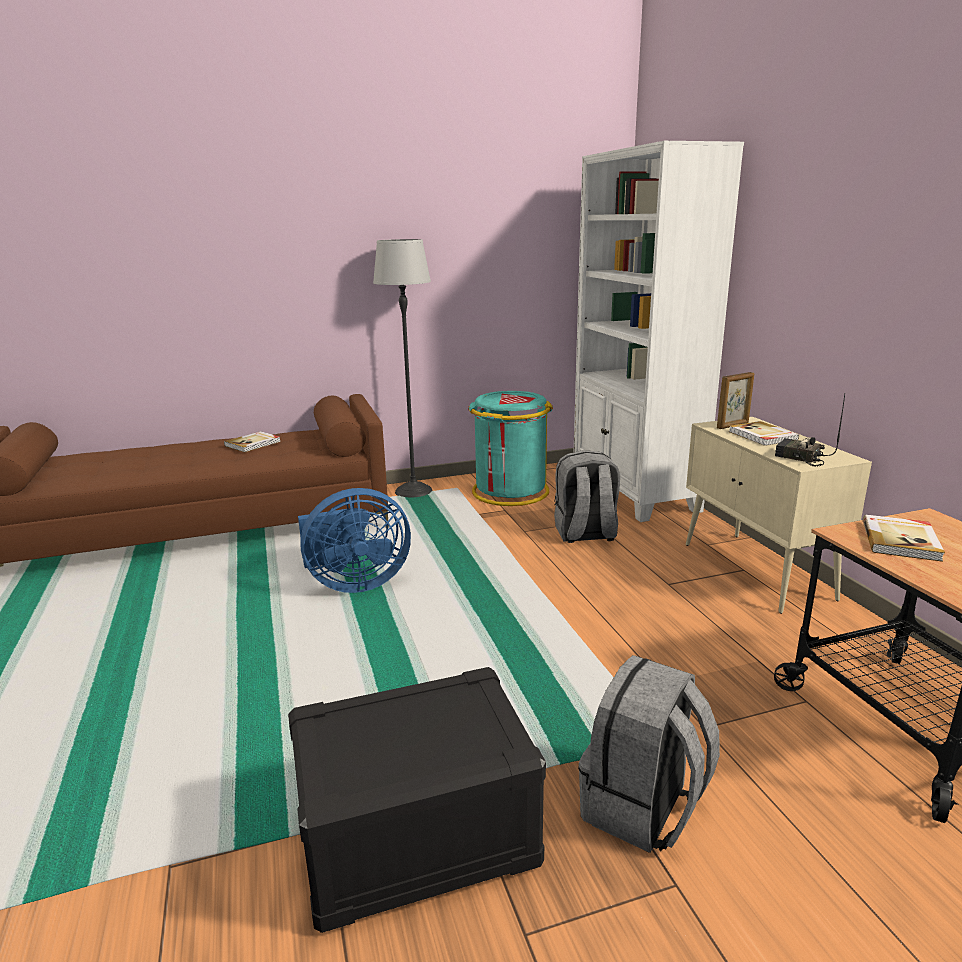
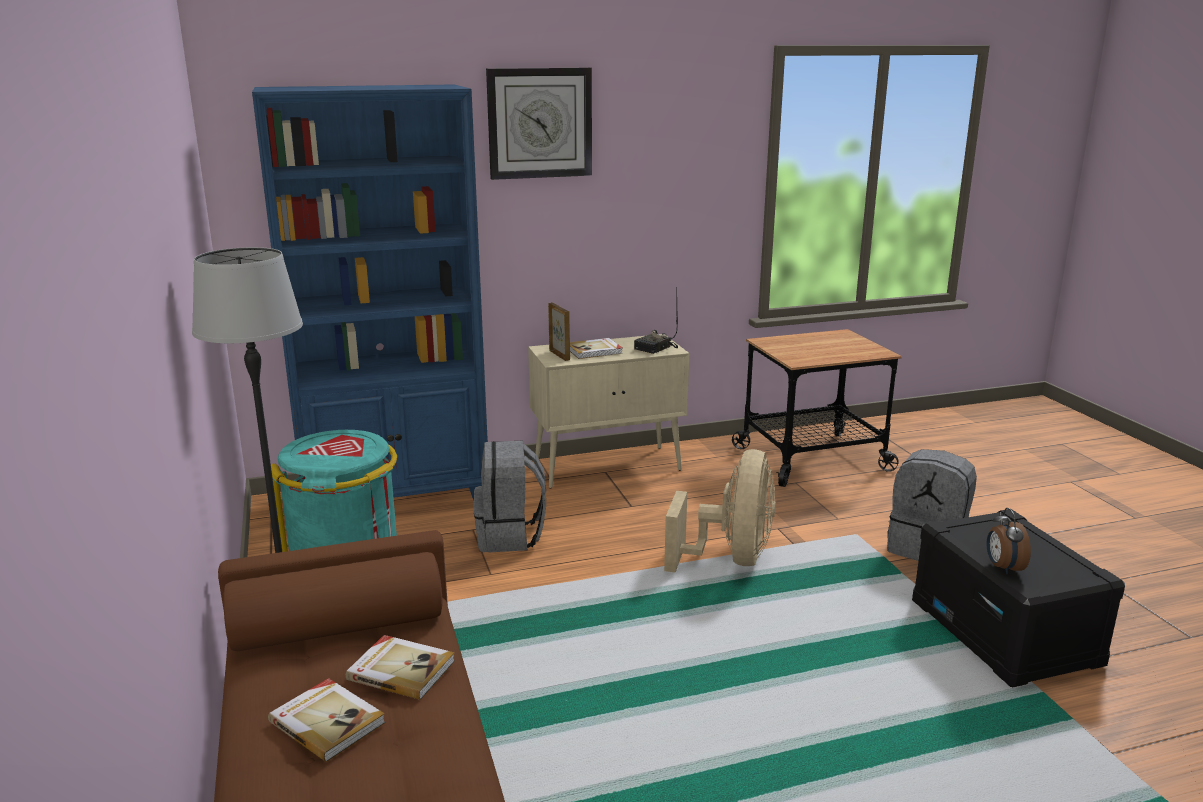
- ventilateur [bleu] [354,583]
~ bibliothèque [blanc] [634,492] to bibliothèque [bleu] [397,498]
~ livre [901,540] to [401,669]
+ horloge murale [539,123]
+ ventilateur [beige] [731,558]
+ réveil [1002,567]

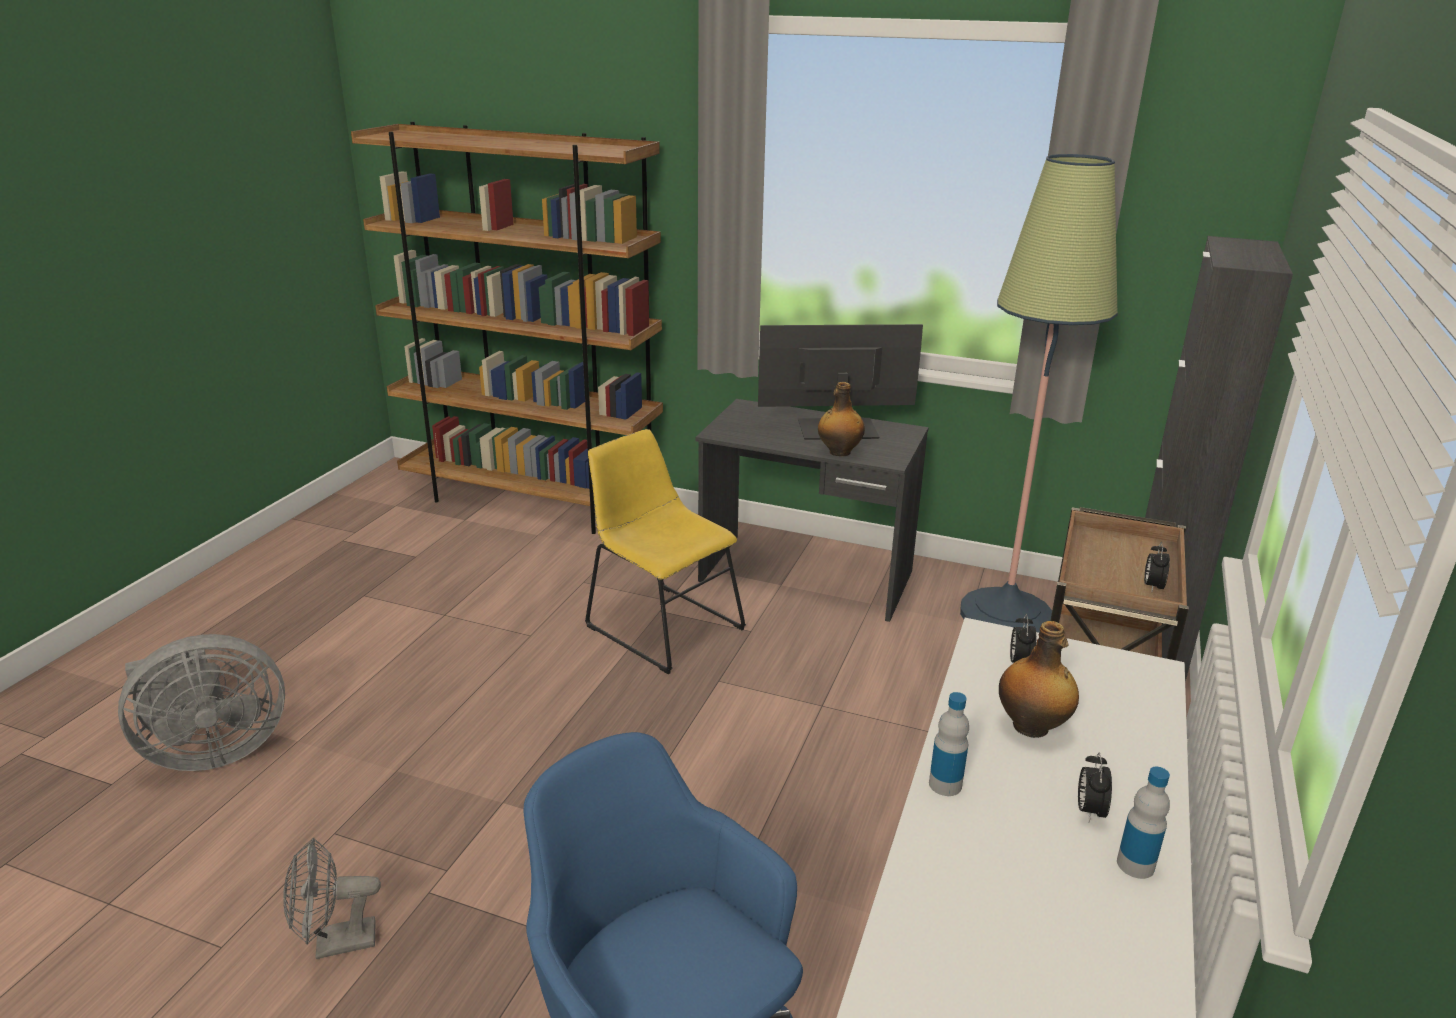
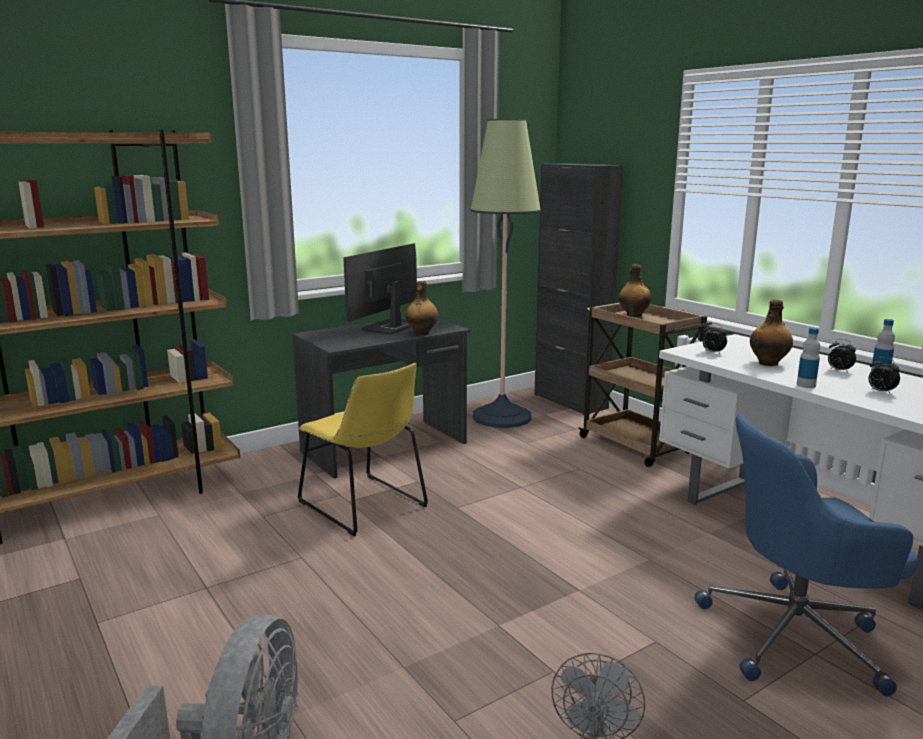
~ chaise [jaune] [660,624] = [365,506] 120 degrees counterclockwise
~ réveil [1152,586] to [880,392]
+ bouteille [633,315]

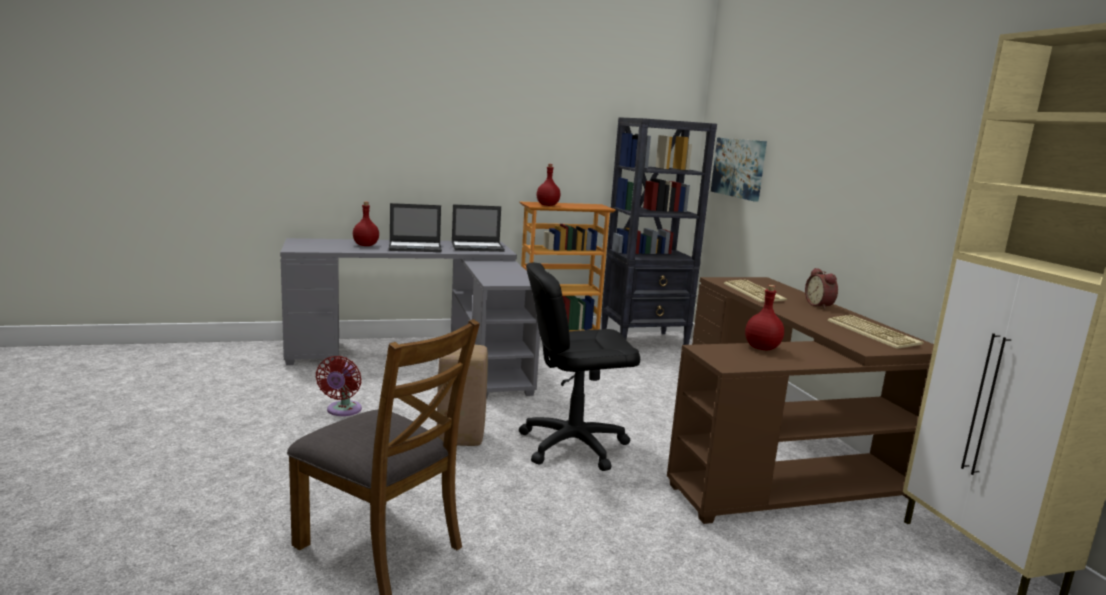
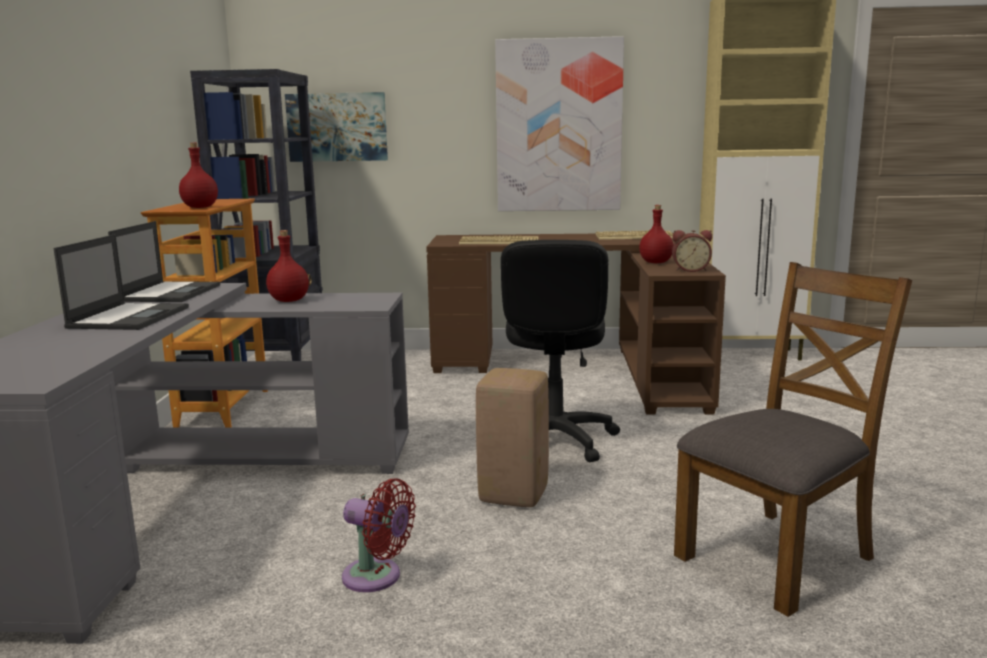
~ bouteille [rouge] [366,245] to [289,300]
~ réveil [820,305] to [690,270]
+ tableau [558,126]

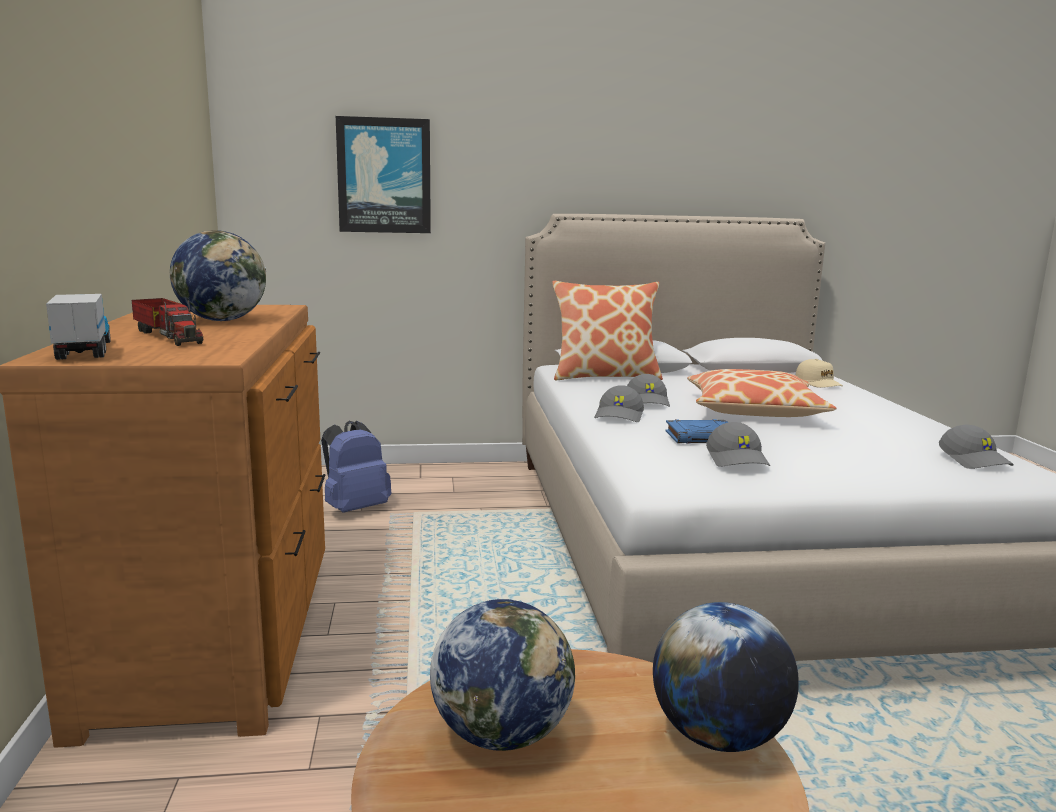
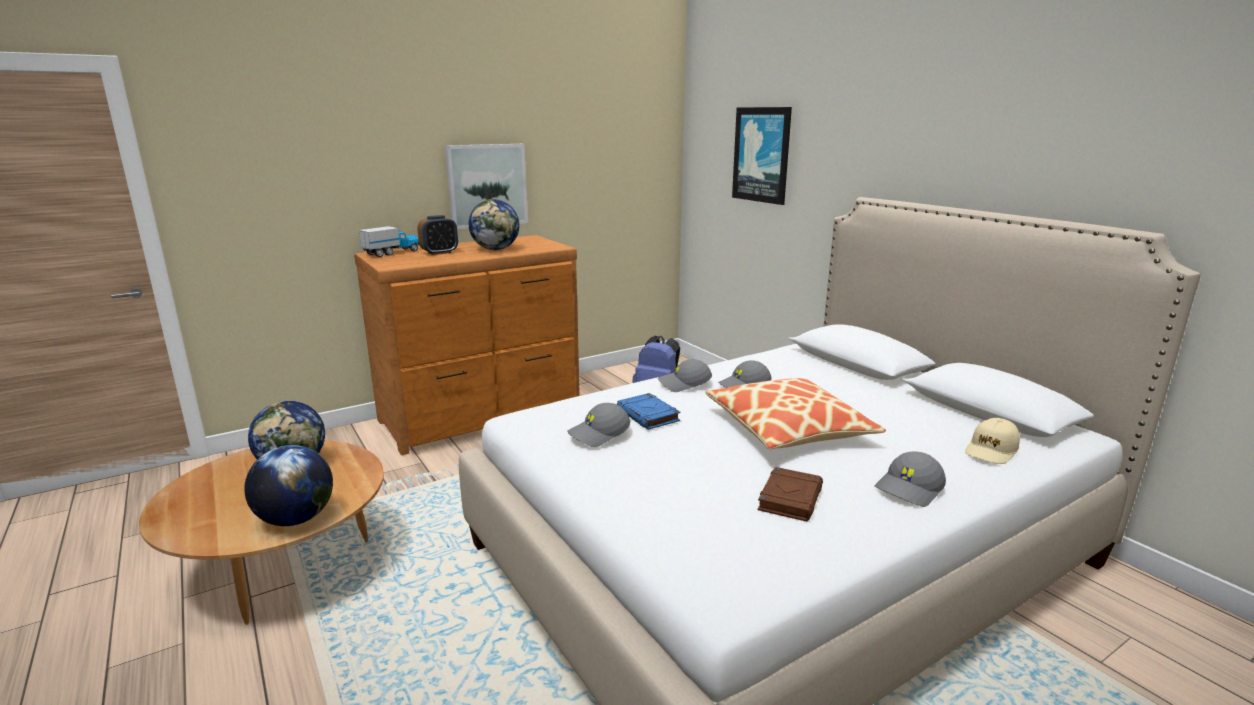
~ camion jouet [168,336] to réveil [439,253]
- coussin [605,376]
~ casquette [gris] [975,460] to [910,489]
+ tableau [487,185]
+ livre [marron] [790,498]

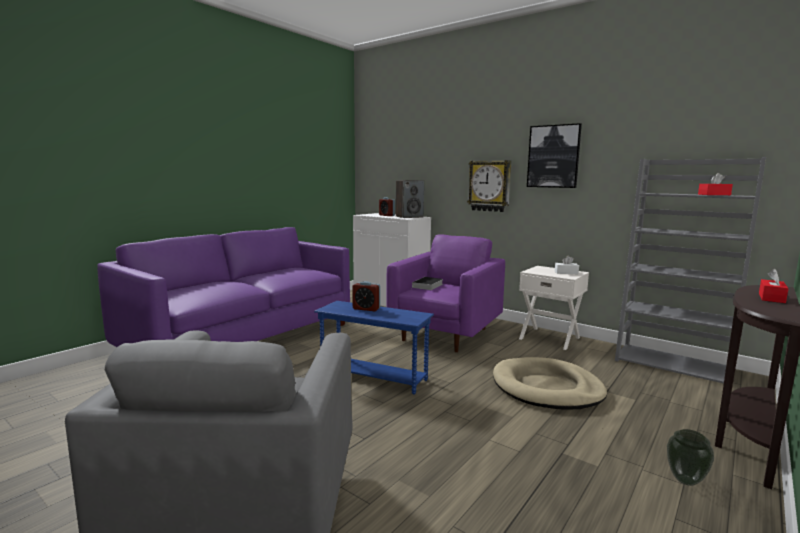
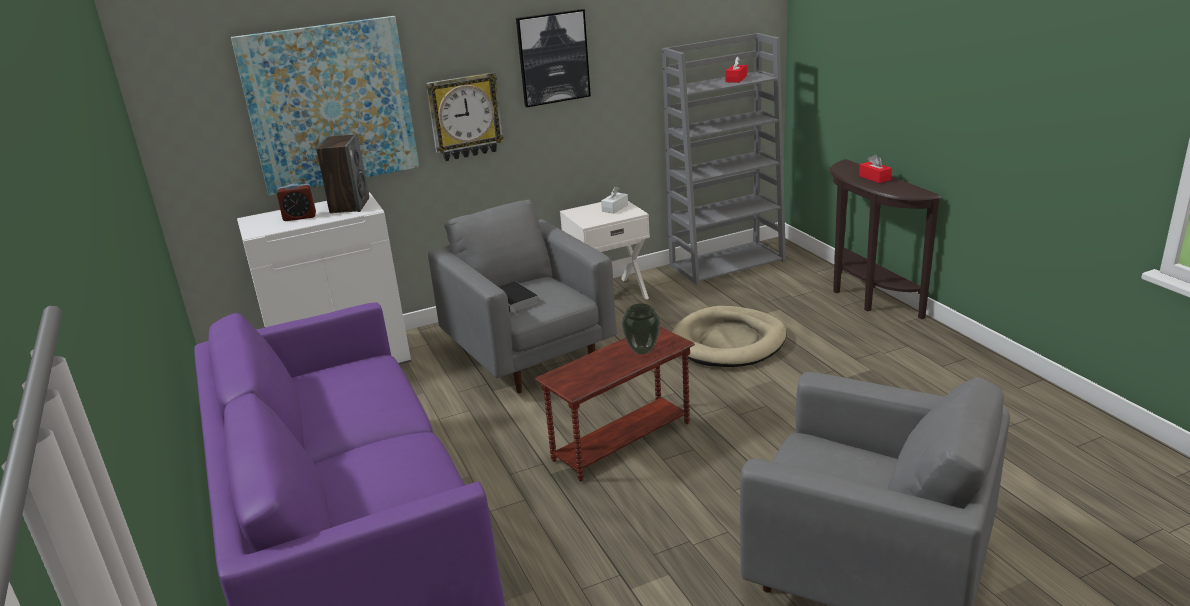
~ table d'appoint [bleu] [373,377] to table d'appoint [marron] [621,441]
- réveil [366,309]
~ fauteuil [violet] [446,334] to fauteuil [gris] [530,355]
~ vase [686,480] to [642,350]
+ tableau [330,105]

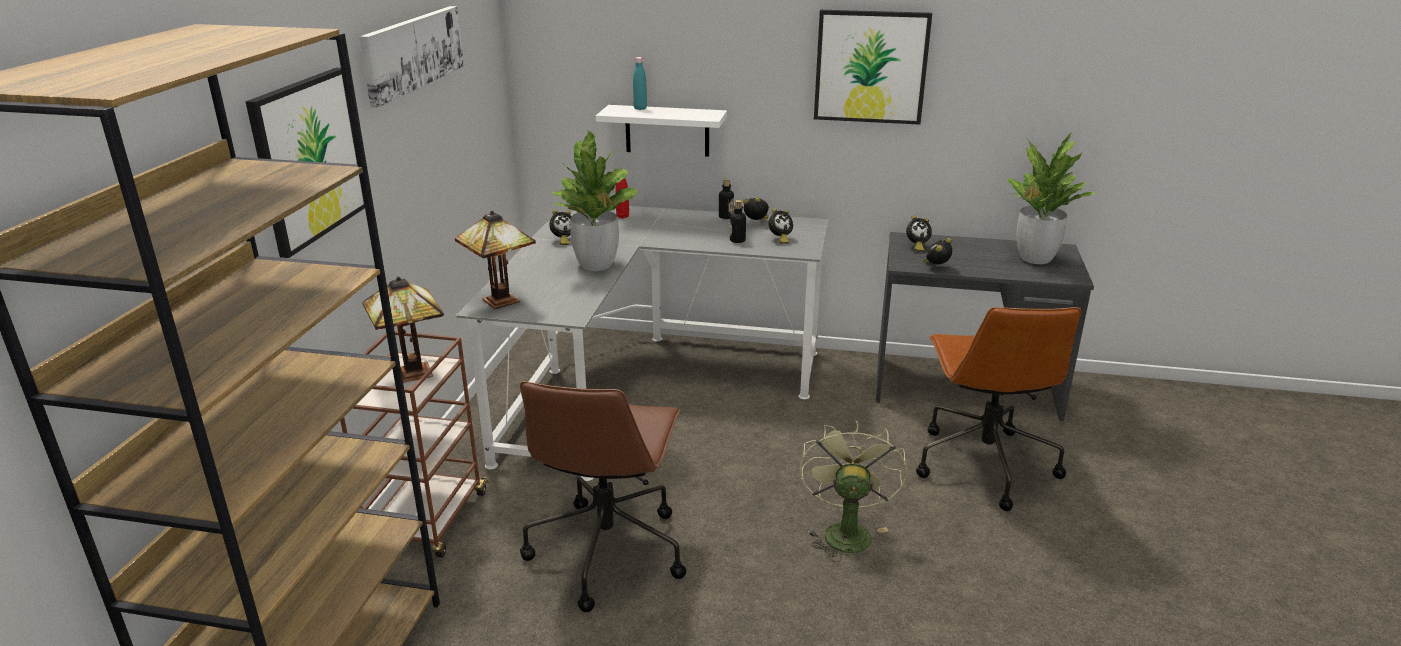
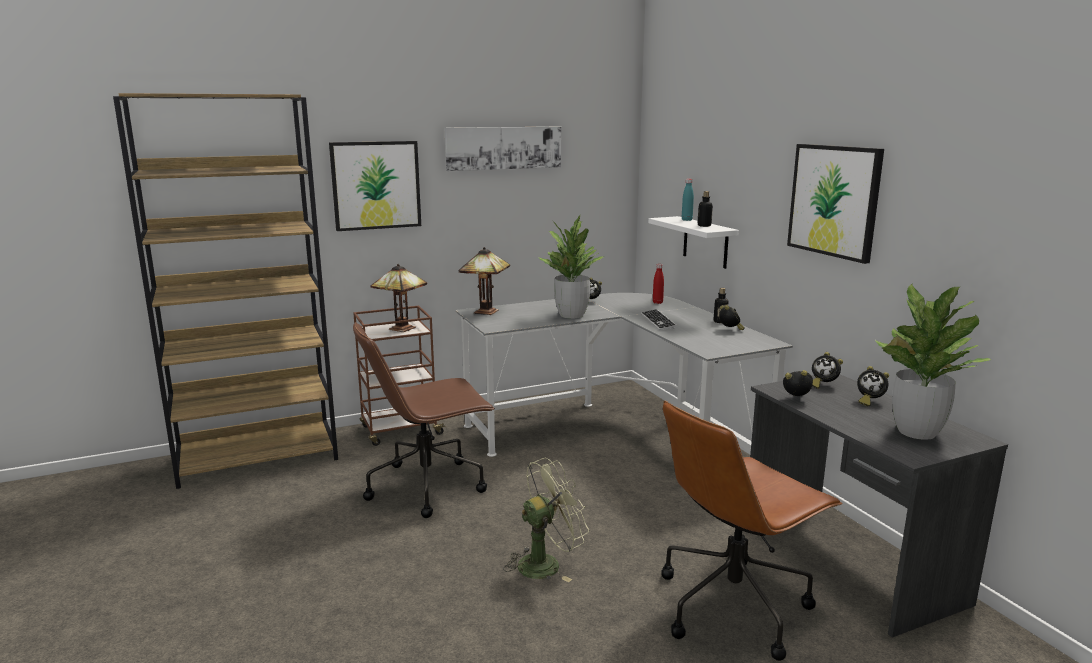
~ bouteille [737,240] to [704,225]
~ réveil [779,239] to [869,401]
+ clavier [658,321]

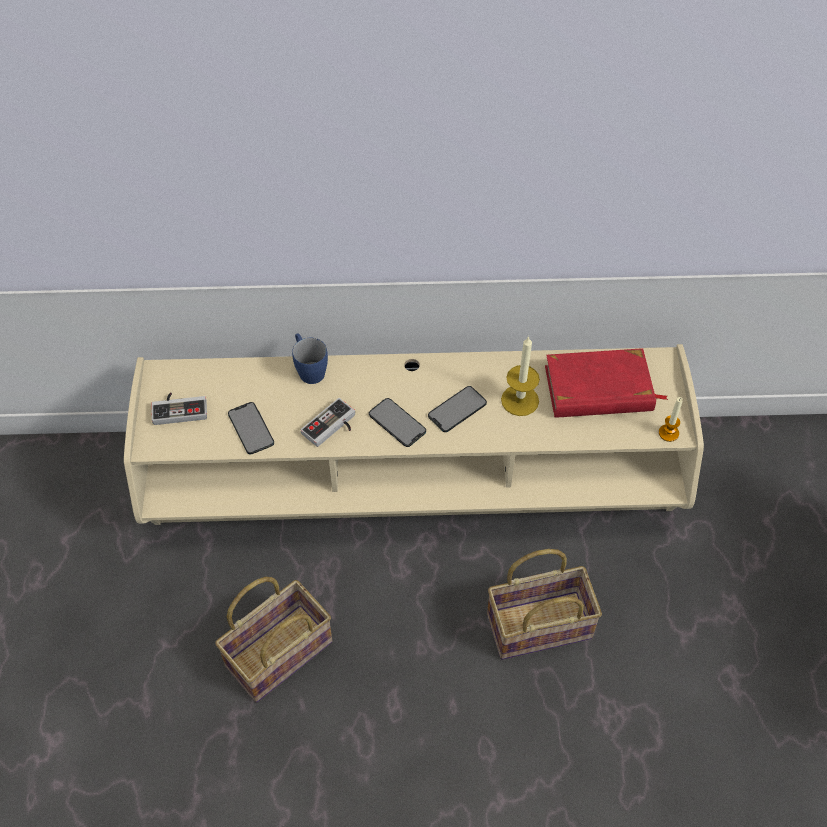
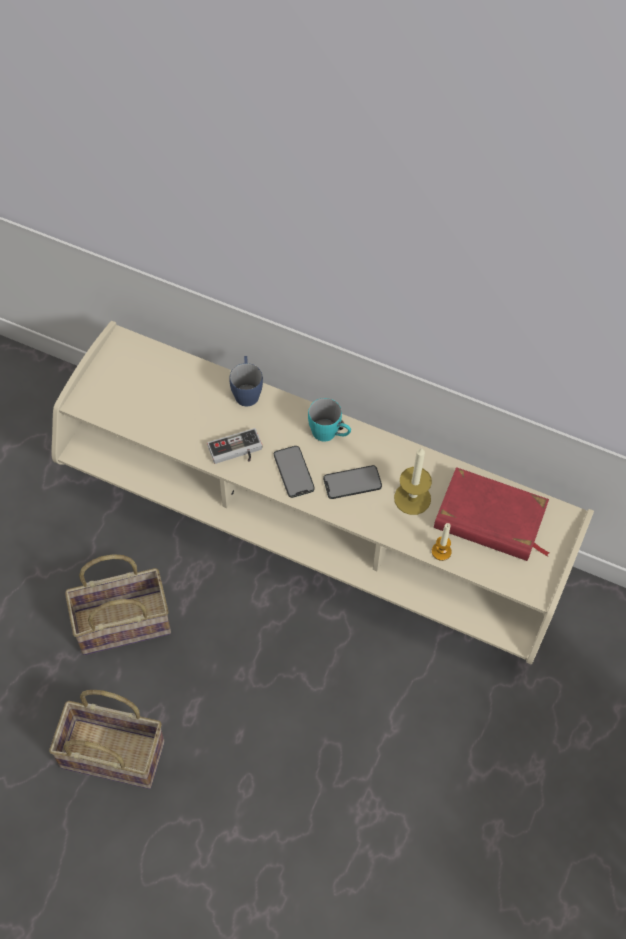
- manette [180,408]
- téléphone [251,428]
~ panier [541,624] to [115,753]
~ bougie [668,433] to [441,551]
+ mug [turquoise] [329,434]

